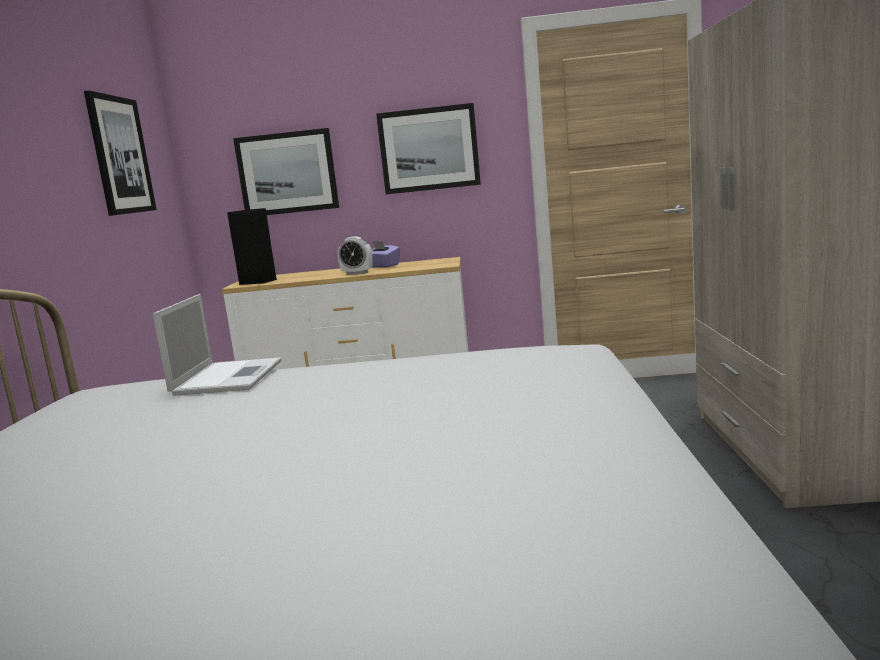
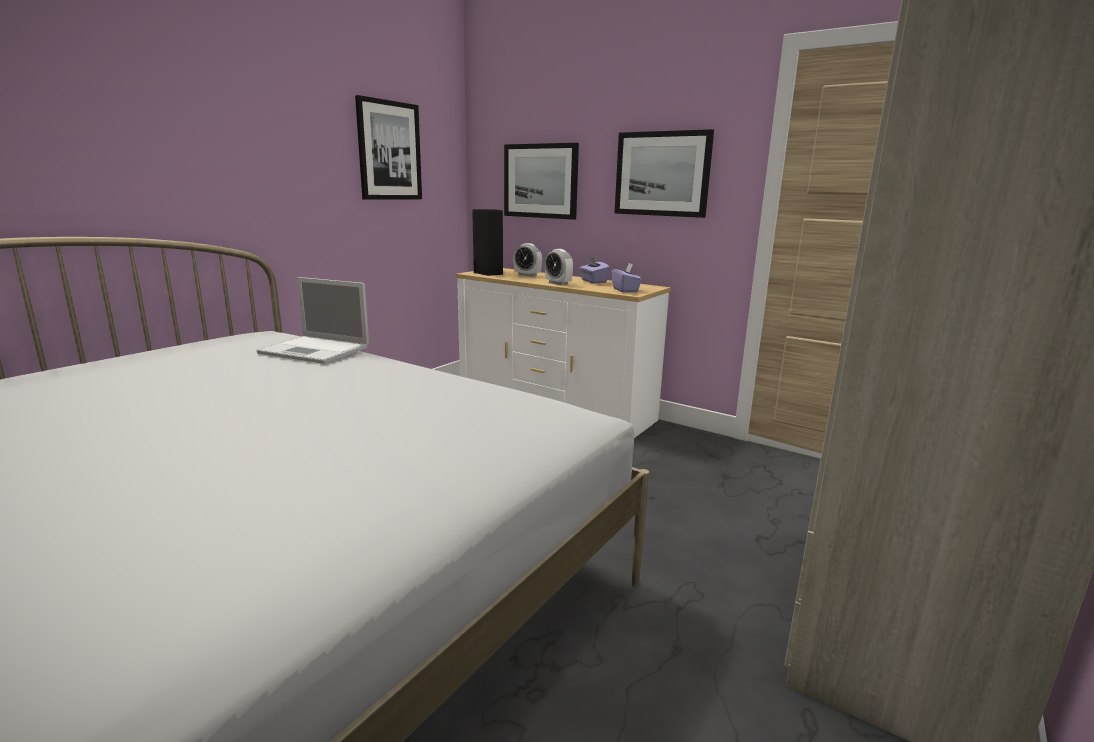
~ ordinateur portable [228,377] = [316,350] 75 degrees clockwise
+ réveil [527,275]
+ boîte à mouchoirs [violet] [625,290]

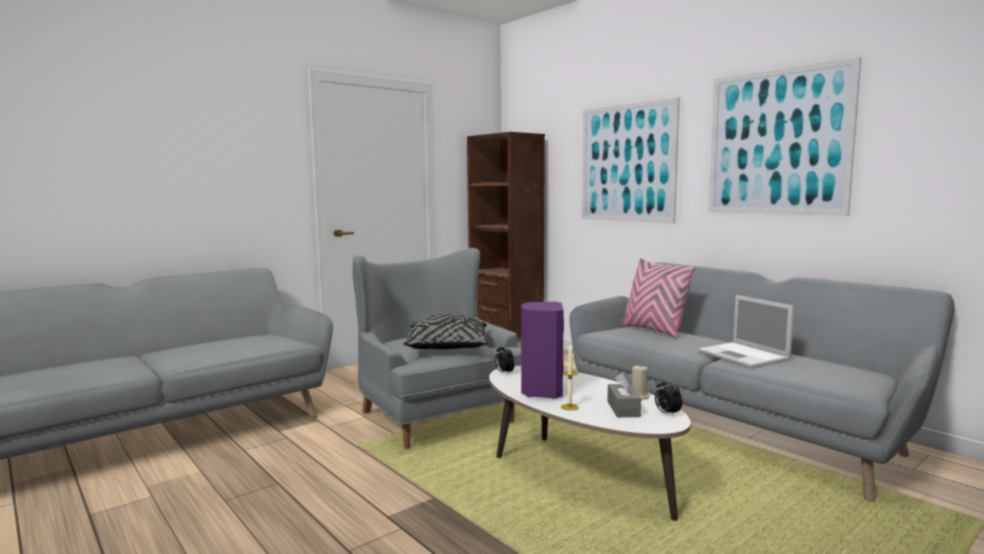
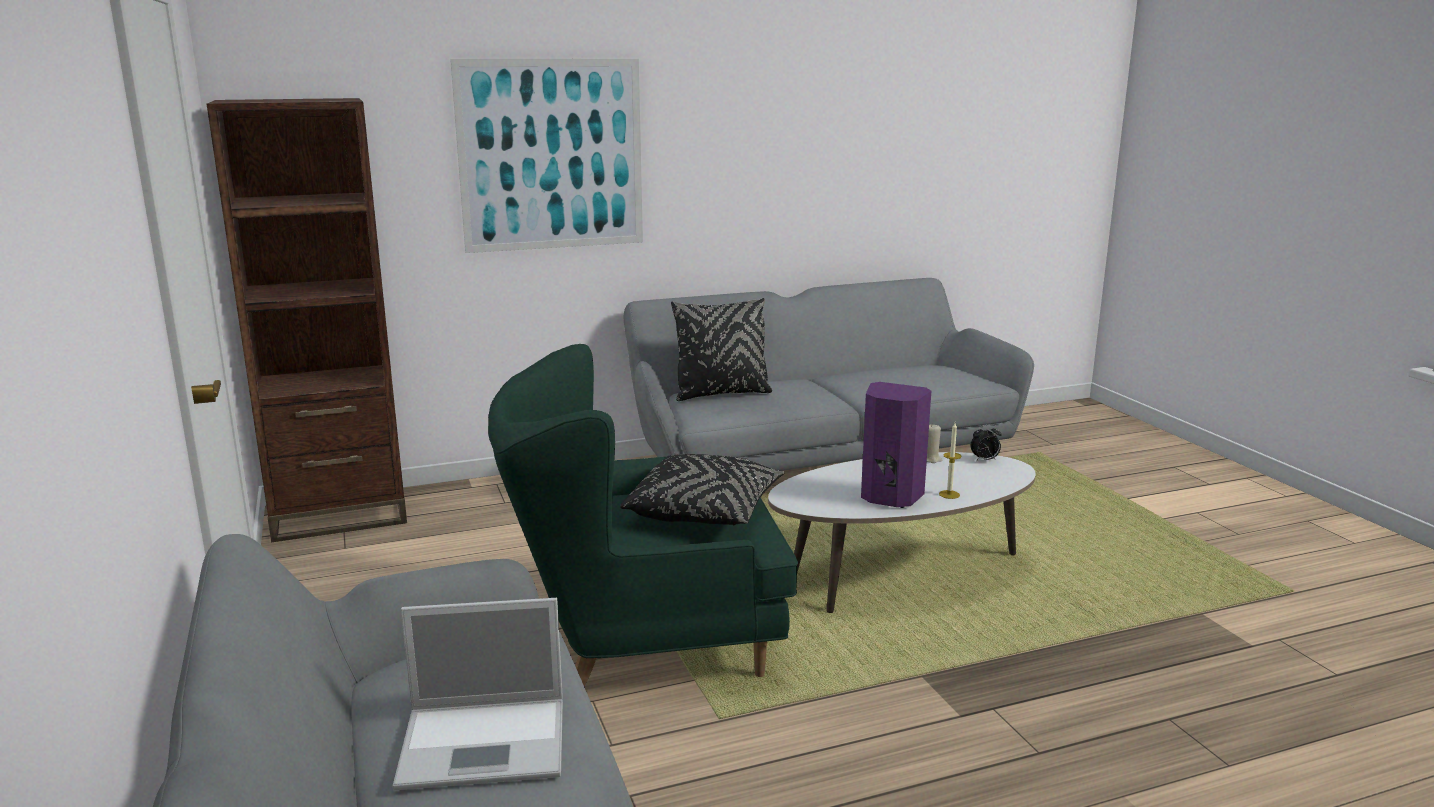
~ fauteuil [gris] [434,415] to fauteuil [vert] [643,635]
- réveil [504,372]
- boîte à mouchoirs [gris] [623,409]
~ coussin [rose] [654,330] to coussin [noir] [721,394]
~ ordinateur portable [744,356] to [487,742]
- tableau [777,142]

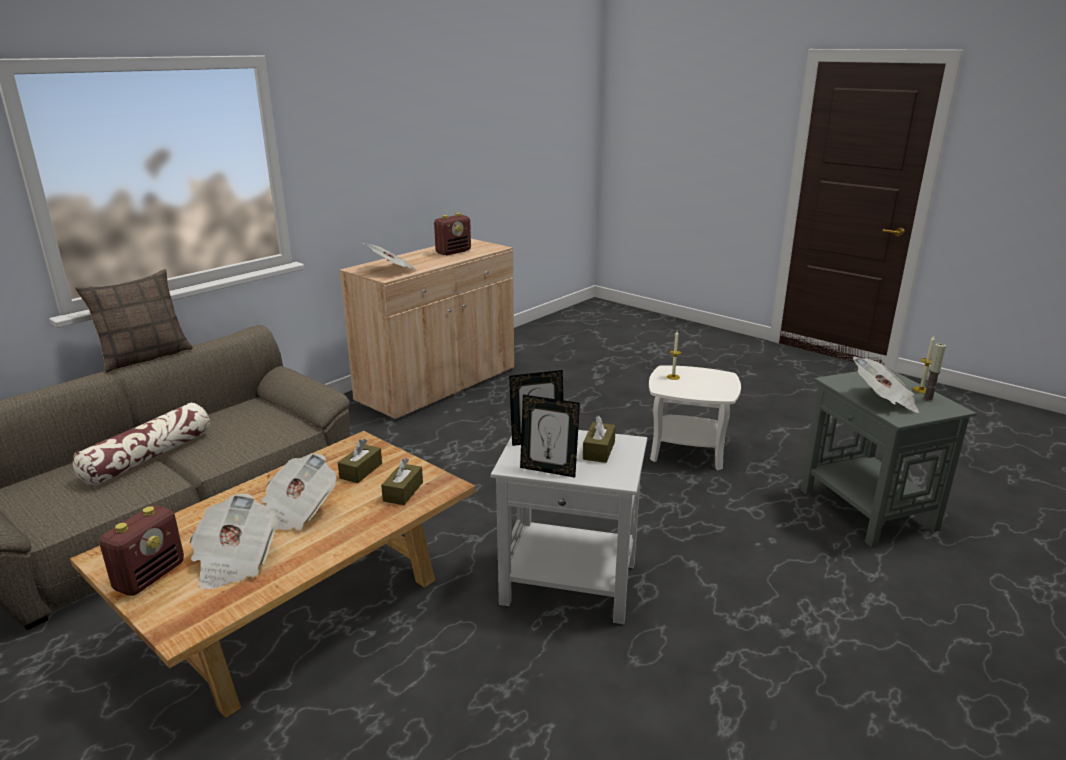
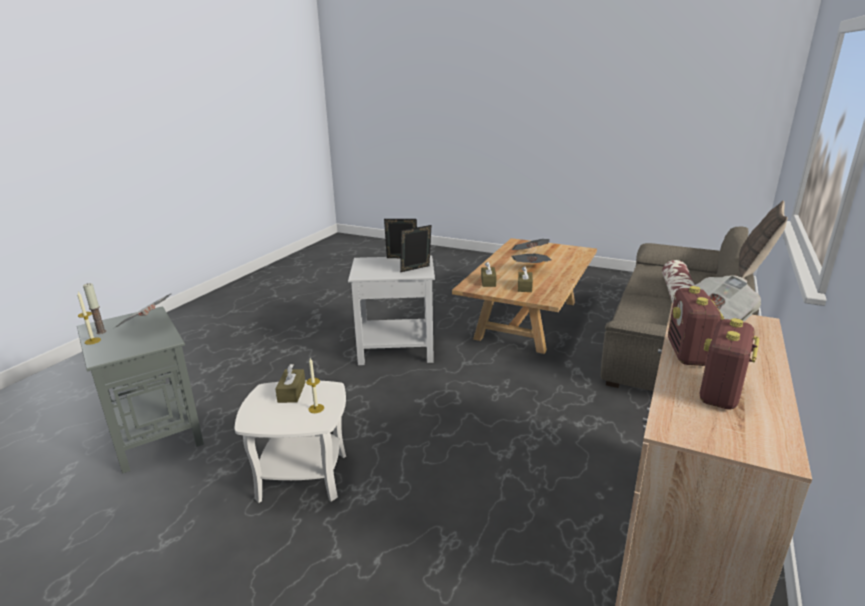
~ radio [150,576] to [687,353]
~ boîte à mouchoirs [marron] [599,450] to [291,392]

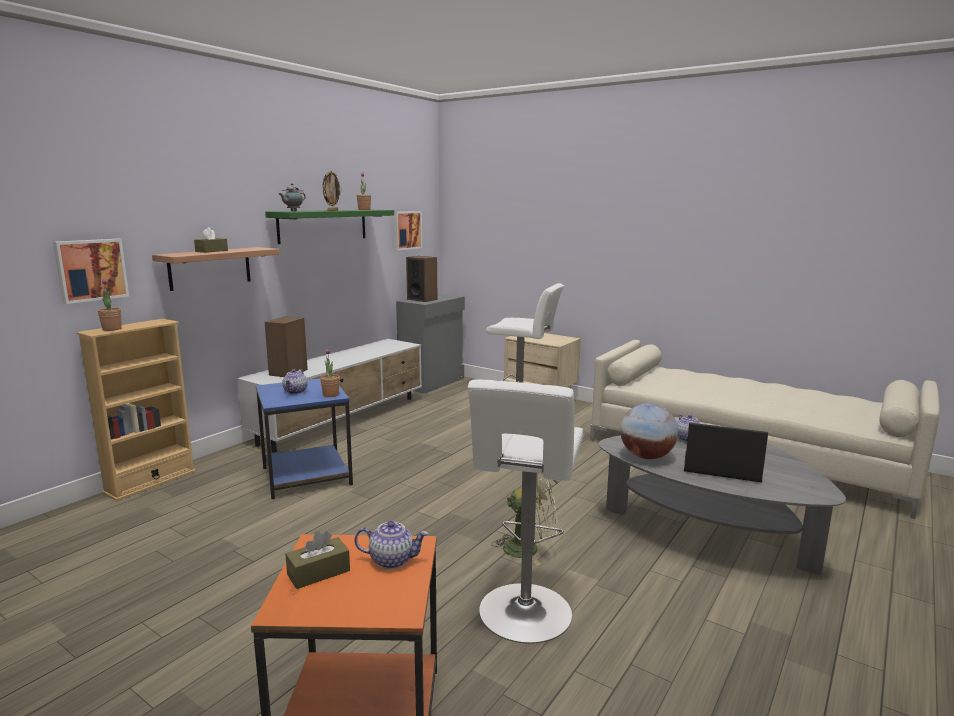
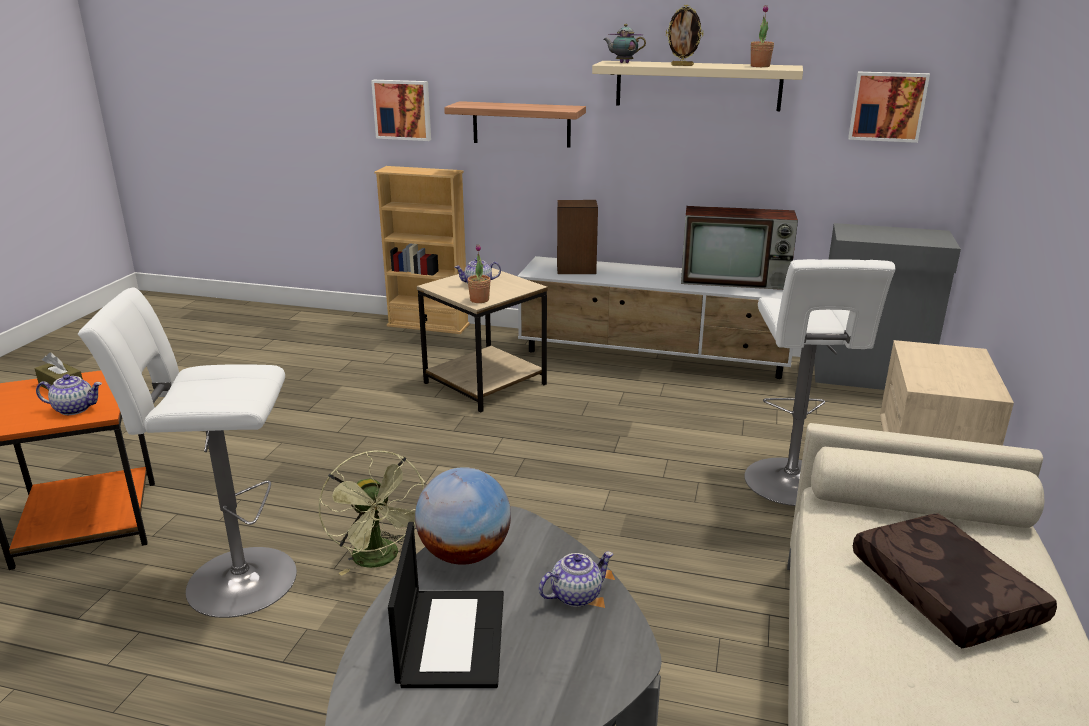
- plante en pot [112,329]
- boîte à mouchoirs [marron] [211,251]
~ table d'appoint [bleu] [307,475] to table d'appoint [beige] [487,383]
~ étagère [vert] [323,225] to étagère [beige] [698,85]
~ théière [392,560] = [75,409] 75 degrees counterclockwise
- enceinte [422,299]
+ téléviseur [736,280]
+ coussin [marron] [941,592]

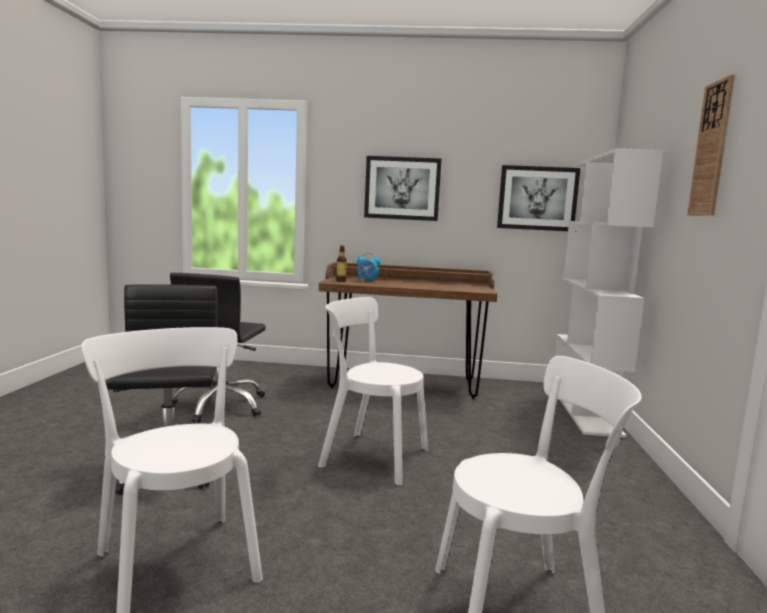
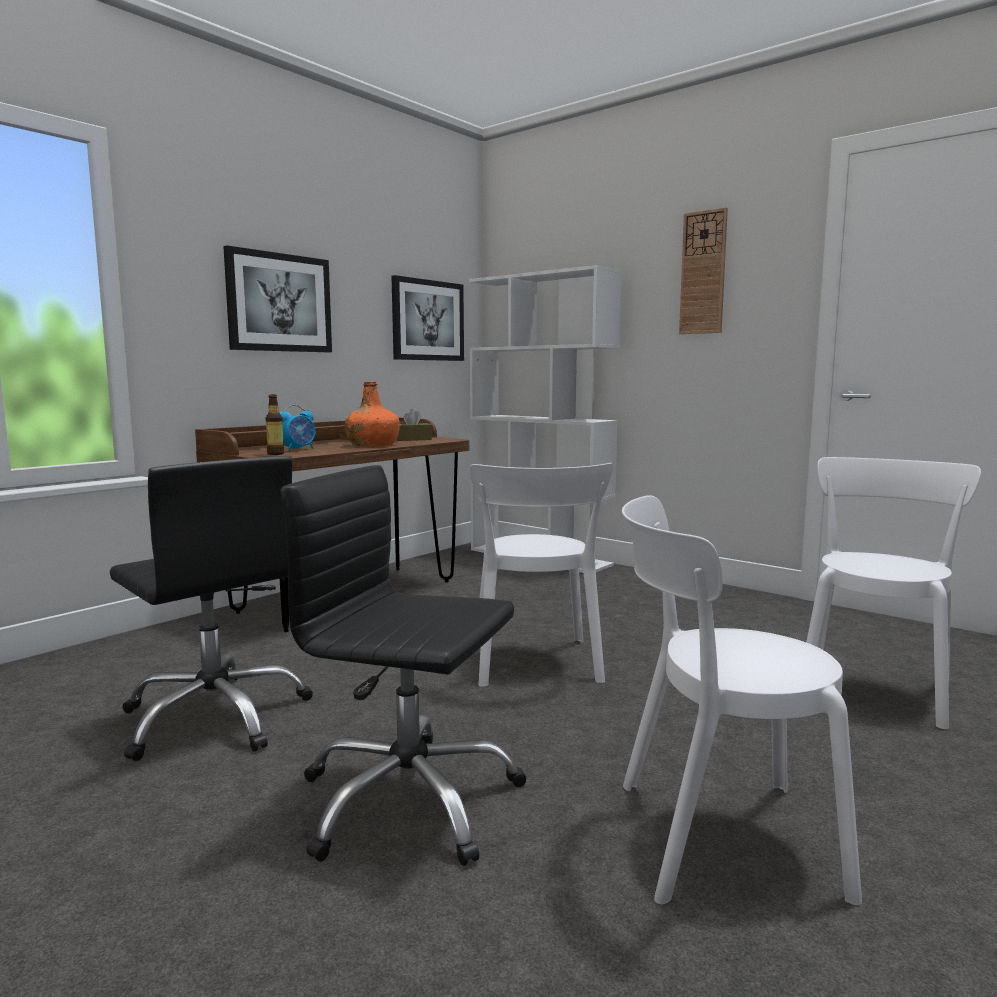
~ chaise [blanc] [370,456] = [536,664] 60 degrees counterclockwise
+ bouteille [orange] [372,445]
+ boîte à mouchoirs [marron] [412,439]

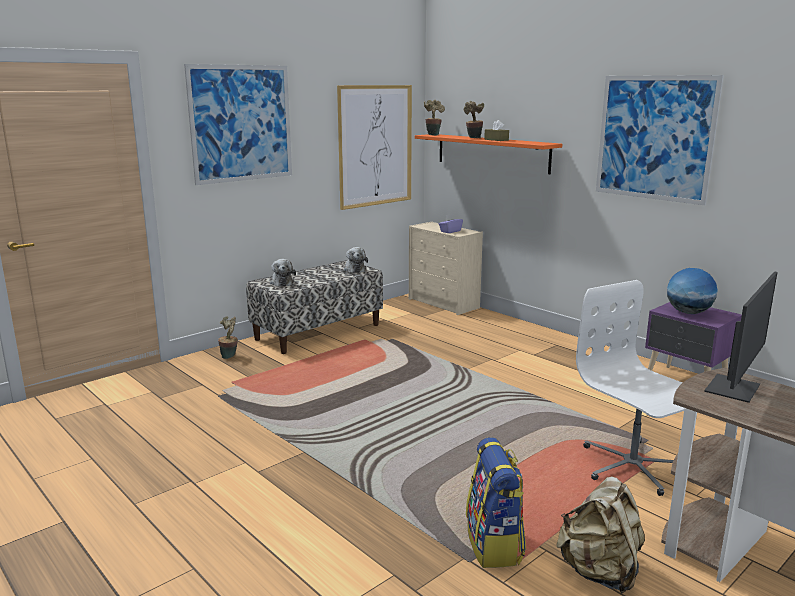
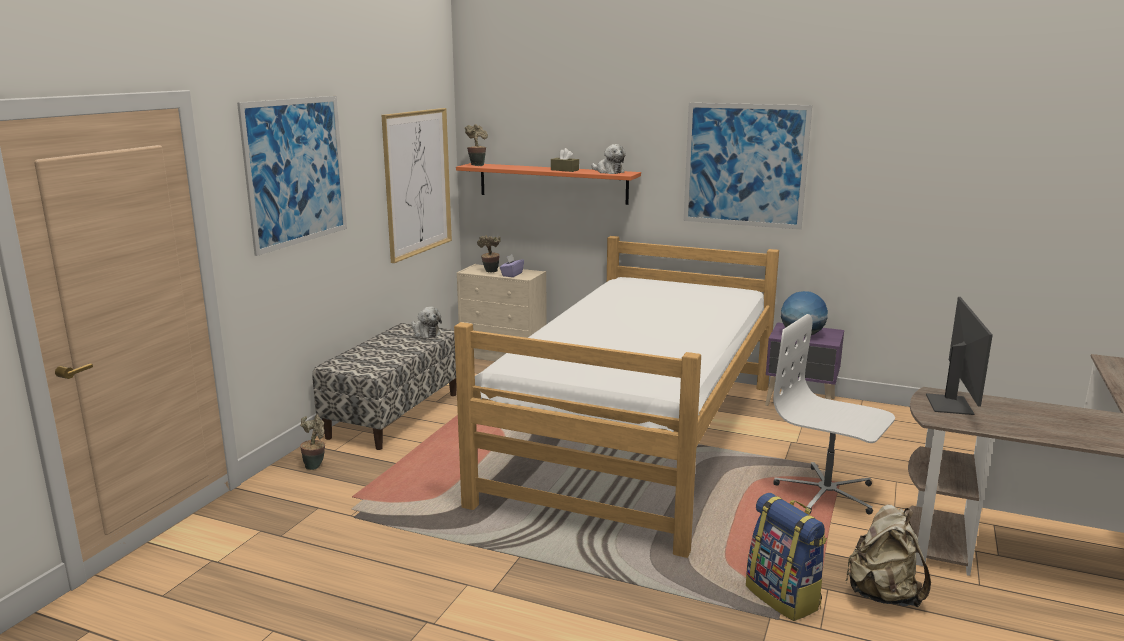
~ peluche [282,282] to [608,172]
~ plante en pot [473,138] to [490,272]
+ lit [639,438]

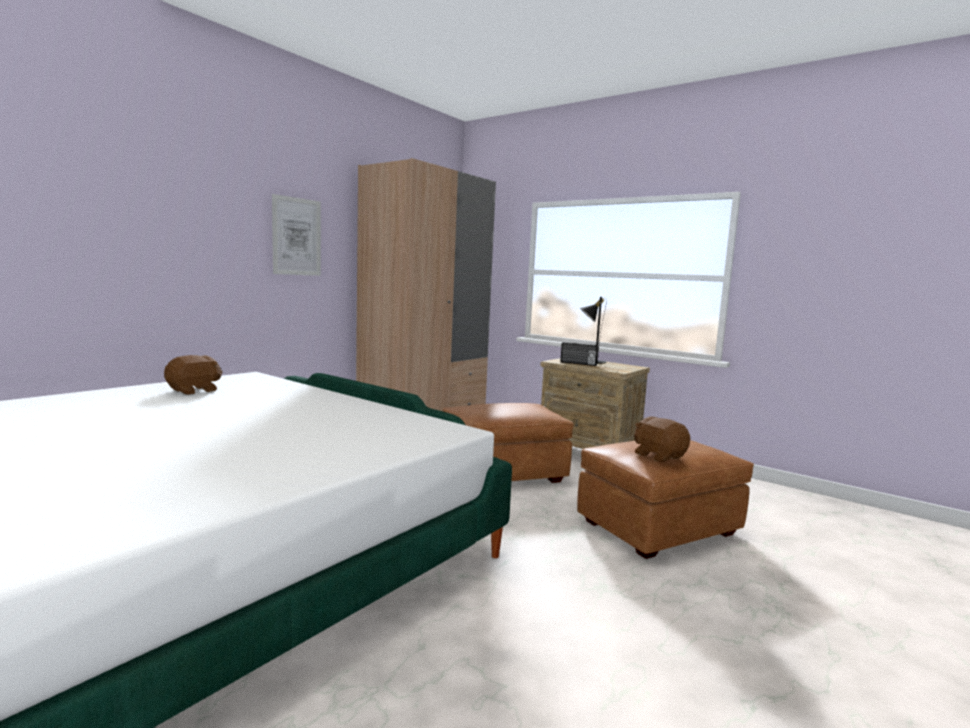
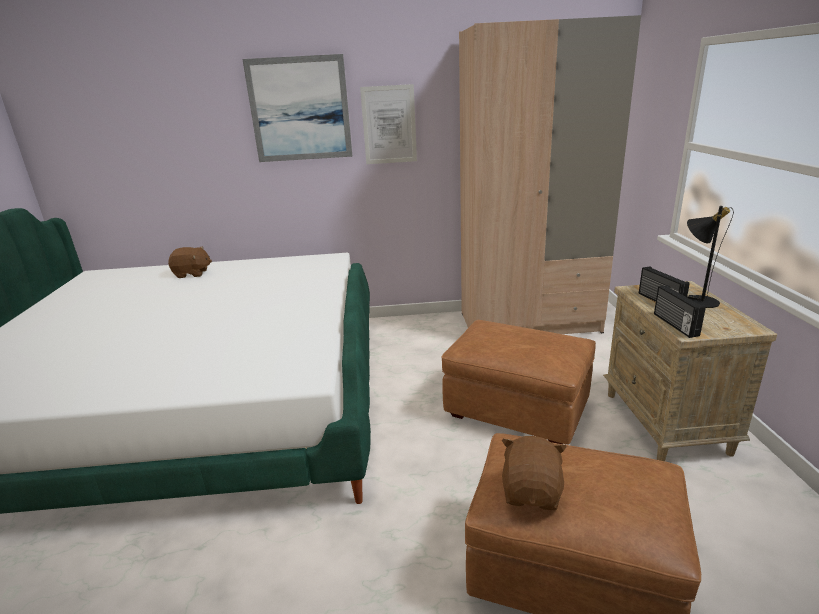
~ peluche [marron] [194,391] to [192,274]
+ tableau [300,109]
+ radio [674,324]

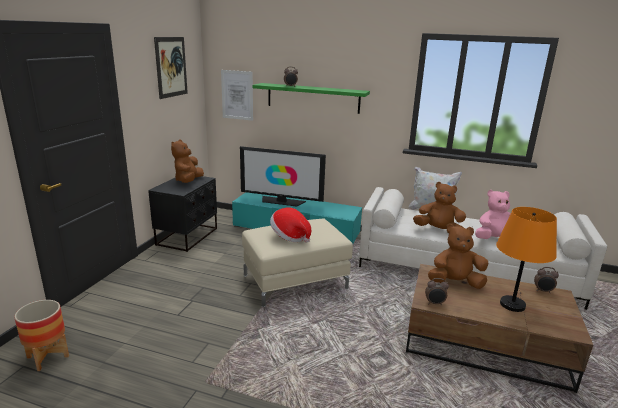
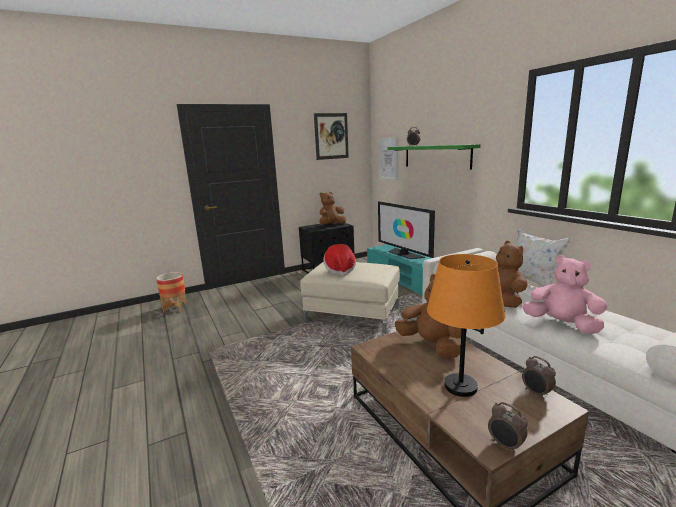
~ réveil [434,303] to [505,445]

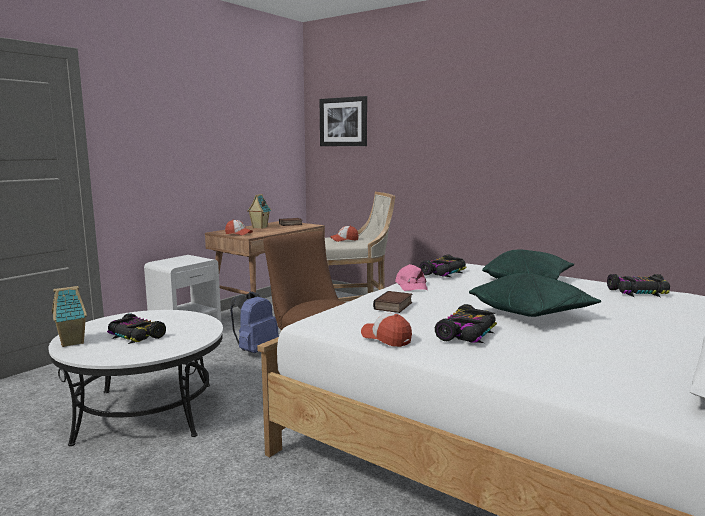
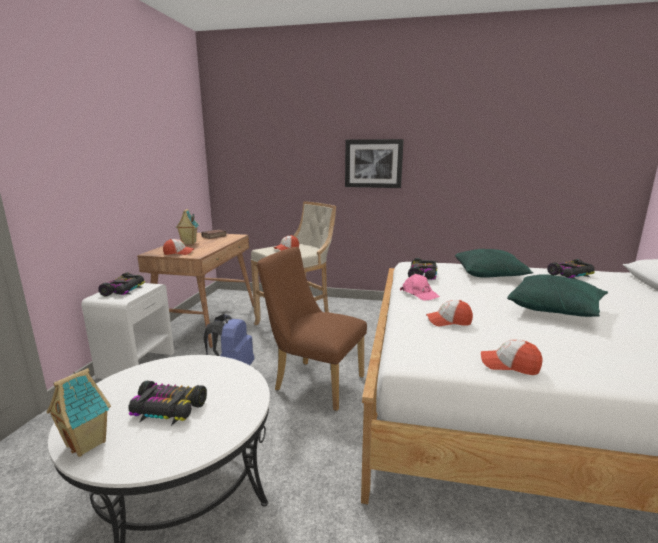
~ tableau [343,122] to [373,163]
~ livre [394,306] to casquette [448,321]
~ petite voiture [467,334] to [124,290]

